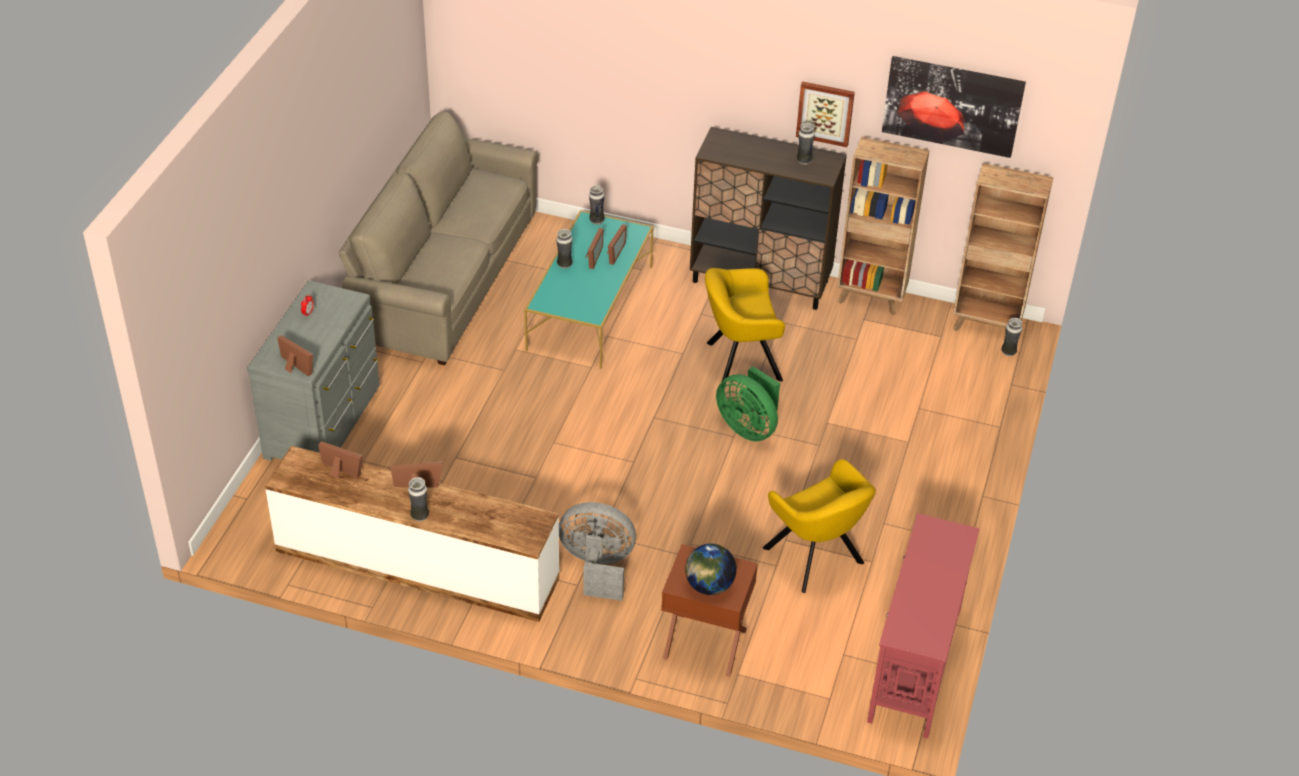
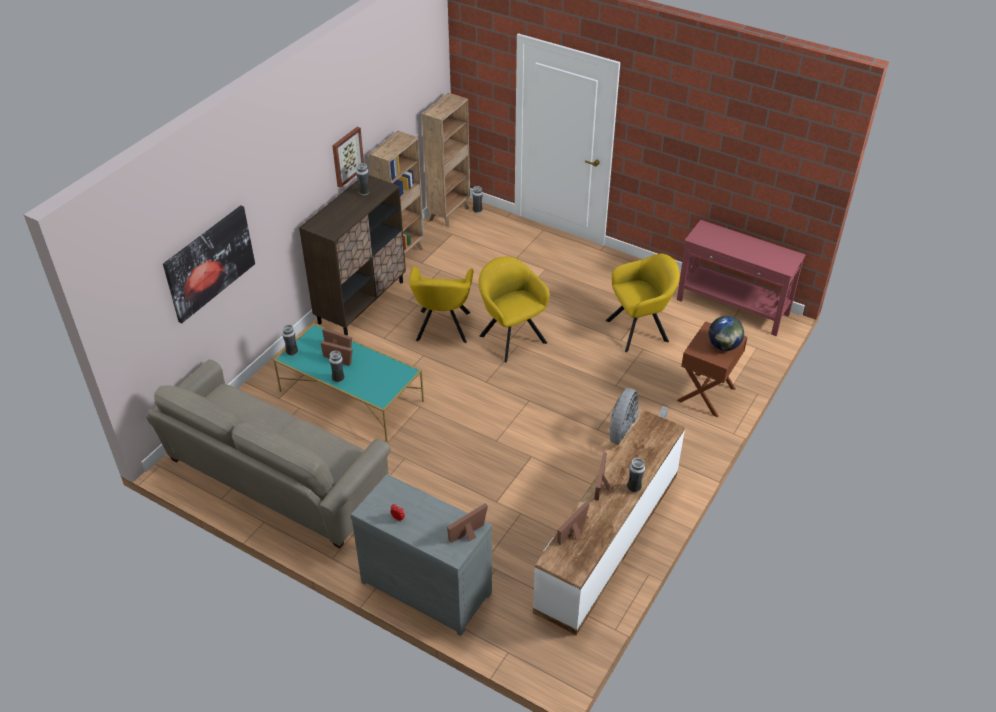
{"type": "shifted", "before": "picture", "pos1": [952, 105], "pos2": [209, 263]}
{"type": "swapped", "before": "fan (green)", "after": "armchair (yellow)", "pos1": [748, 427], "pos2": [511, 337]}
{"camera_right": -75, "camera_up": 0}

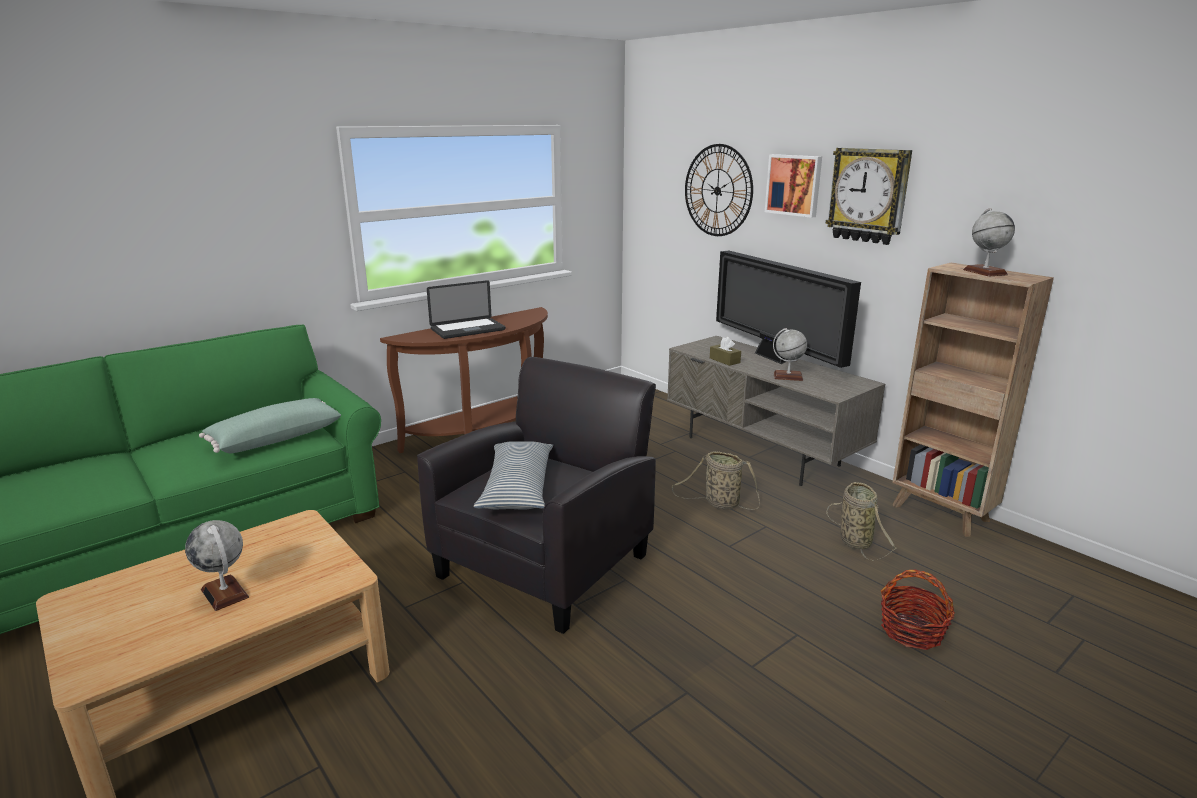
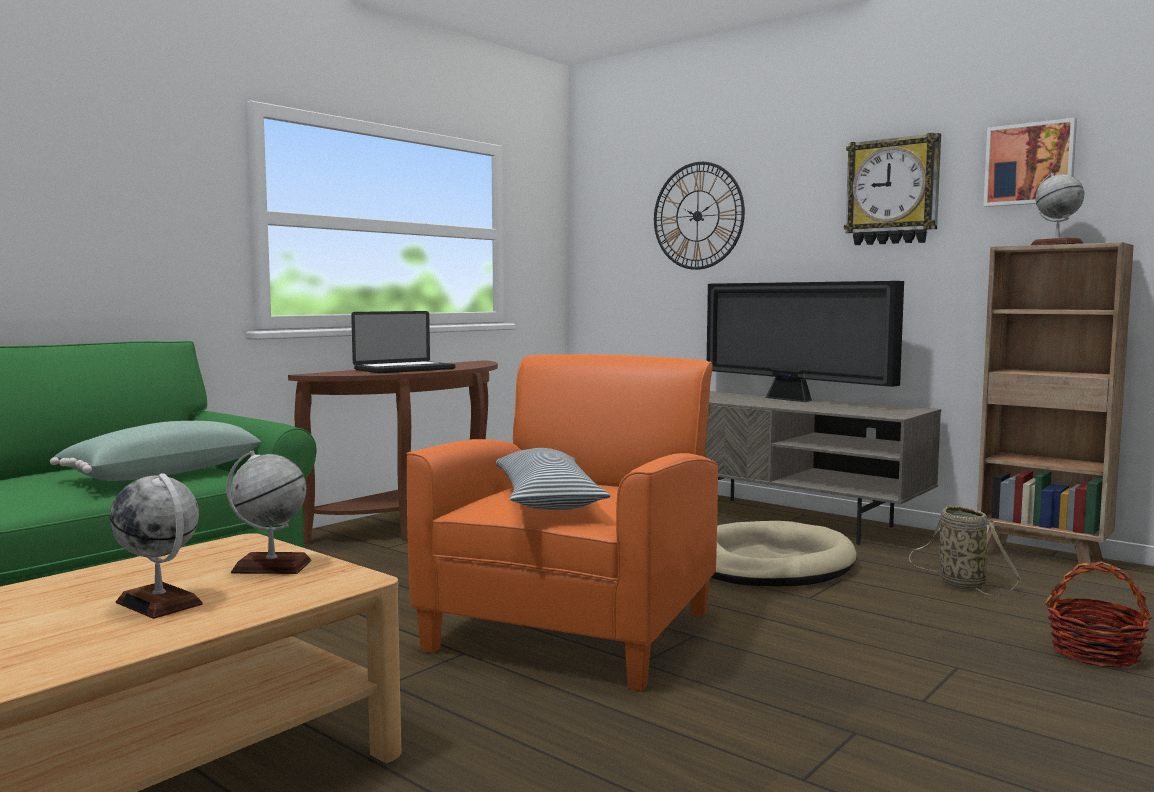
{"type": "gone", "before": "tissue box (brown)", "pos1": [724, 360]}
{"type": "shifted", "before": "picture", "pos1": [794, 185], "pos2": [1030, 164]}
{"type": "shifted", "before": "globe", "pos1": [788, 376], "pos2": [271, 566]}
{"type": "swapped", "before": "basket", "after": "dog bed (beige)", "pos1": [719, 503], "pos2": [769, 564]}
{"type": "repainted", "before": "armchair (black)", "after": "armchair (orange)", "pos1": [546, 564], "pos2": [574, 629]}
{"camera_right": -10, "camera_up": -15}

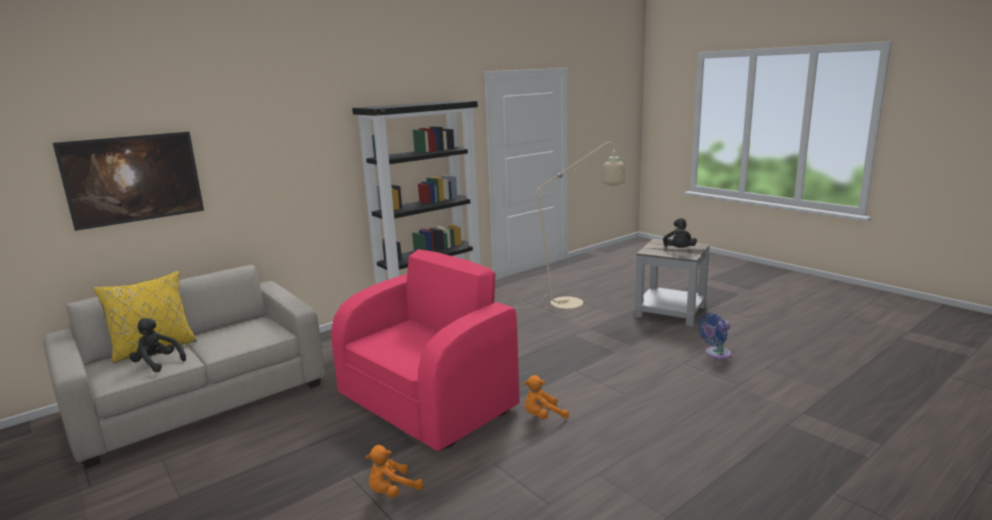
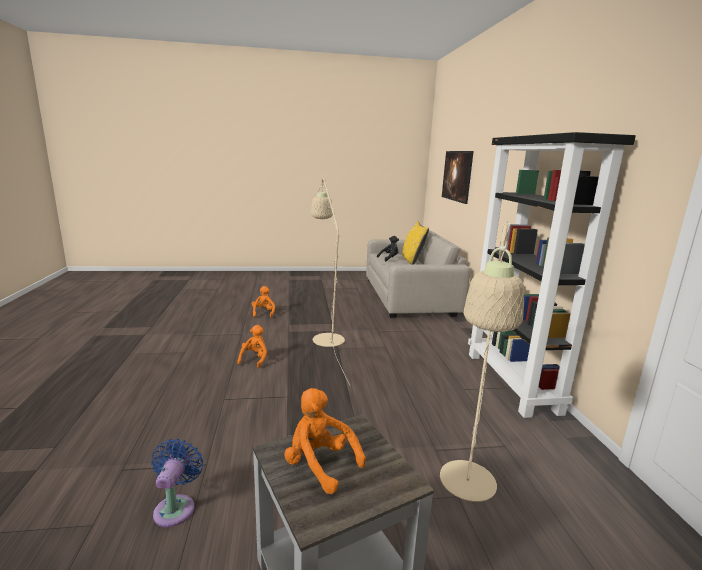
{"type": "swapped", "before": "armchair (pink)", "after": "floor lamp (beige)", "pos1": [428, 402], "pos2": [326, 336]}
{"type": "repainted", "before": "plush toy (black)", "after": "plush toy (orange)", "pos1": [679, 250], "pos2": [320, 465]}
{"camera_right": 120, "camera_up": 0}

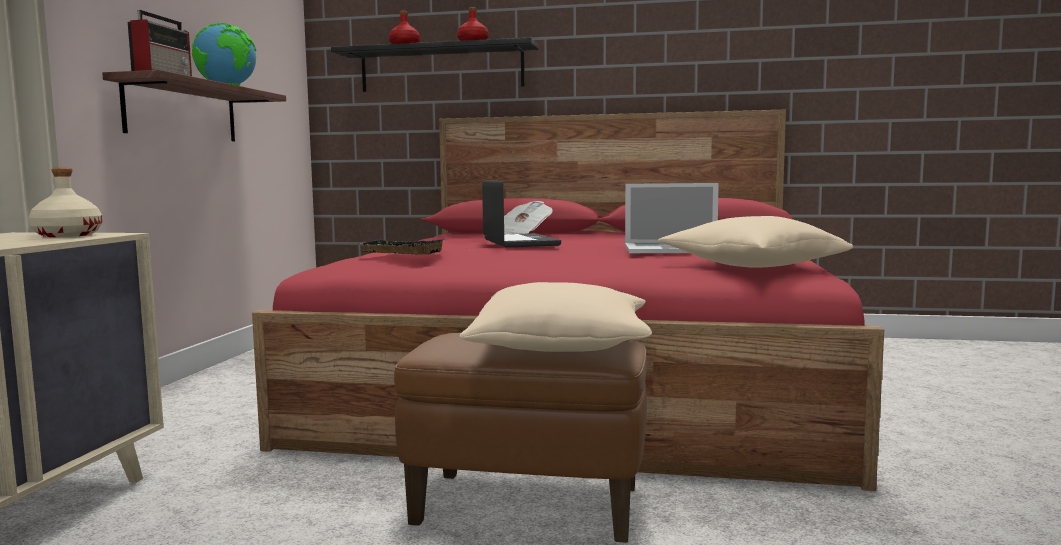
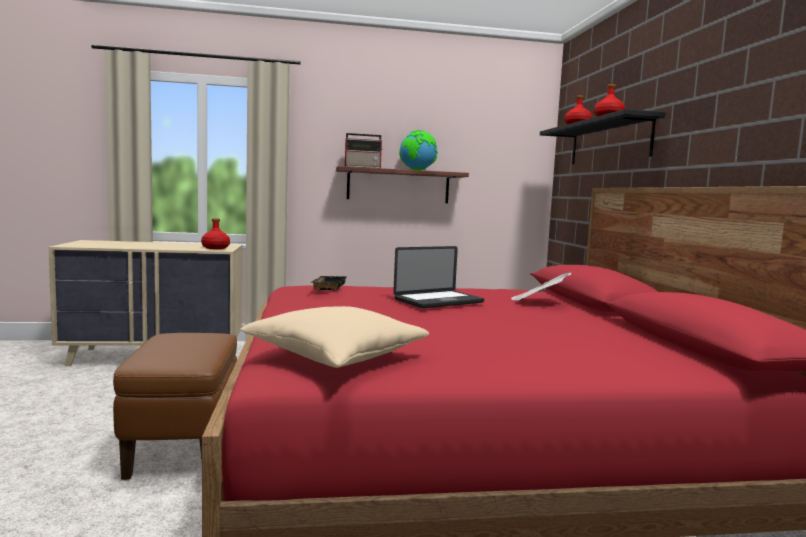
{"type": "gone", "before": "pillow (beige)", "pos1": [561, 346]}
{"type": "gone", "before": "laptop", "pos1": [674, 249]}
{"type": "repainted", "before": "bottle (beige)", "after": "bottle (red)", "pos1": [67, 235], "pos2": [215, 248]}
{"camera_right": 70, "camera_up": 0}

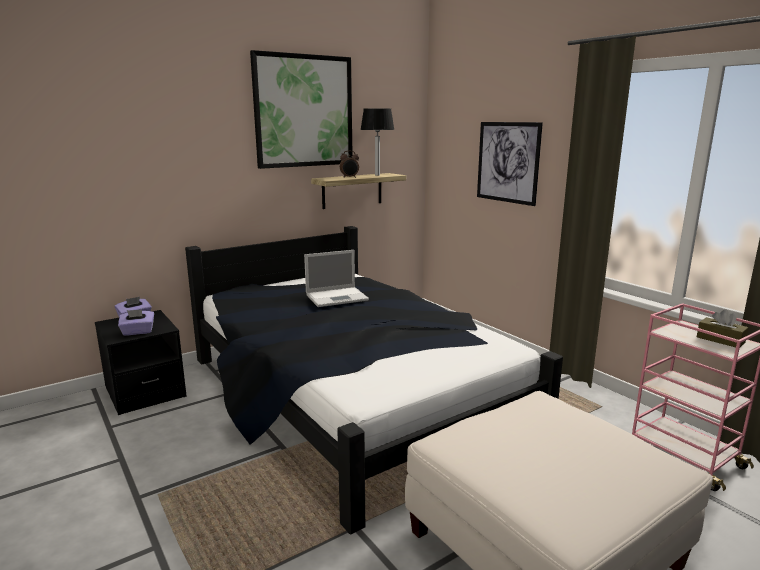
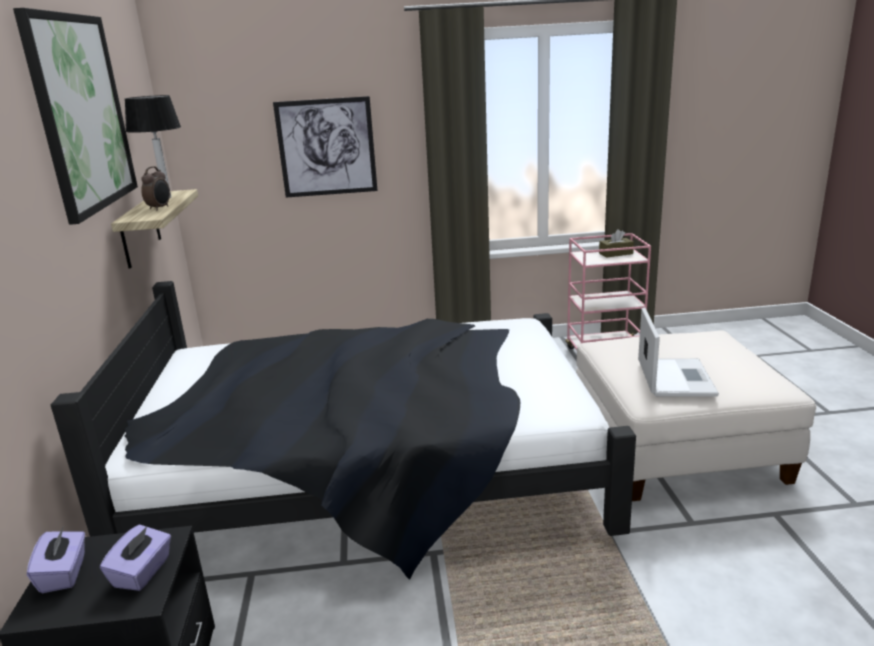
{"type": "shifted", "before": "laptop", "pos1": [338, 297], "pos2": [674, 377]}
{"camera_right": -60, "camera_up": 5}

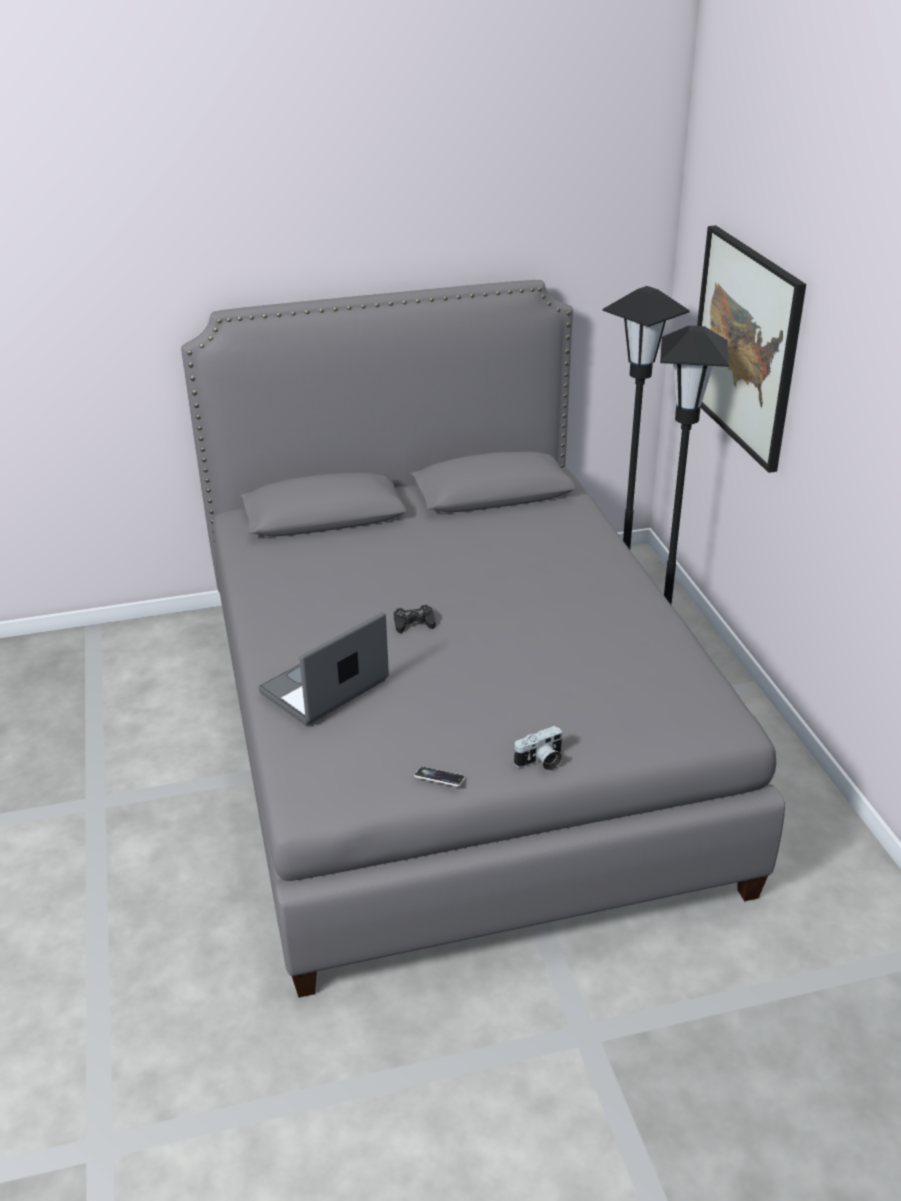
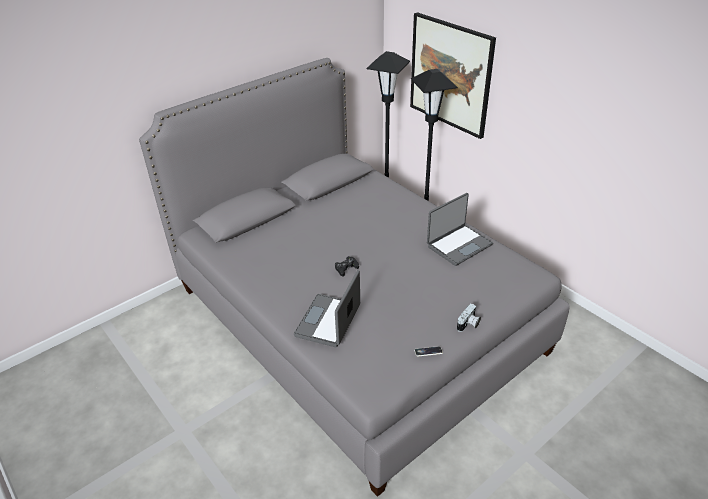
{"type": "new", "after": "laptop", "pos2": [458, 245]}
{"camera_right": -25, "camera_up": 5}

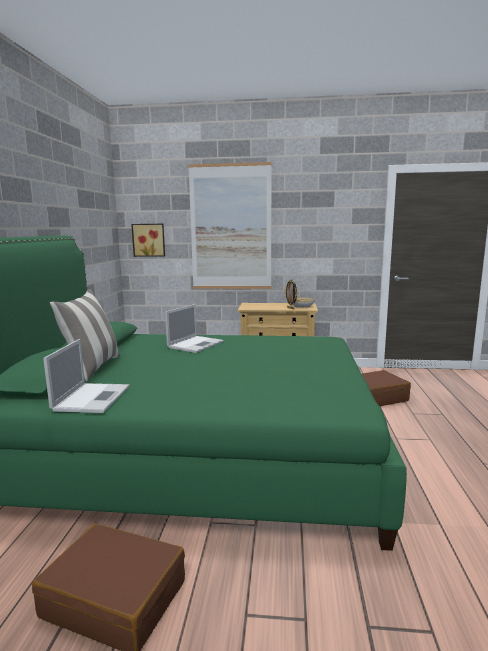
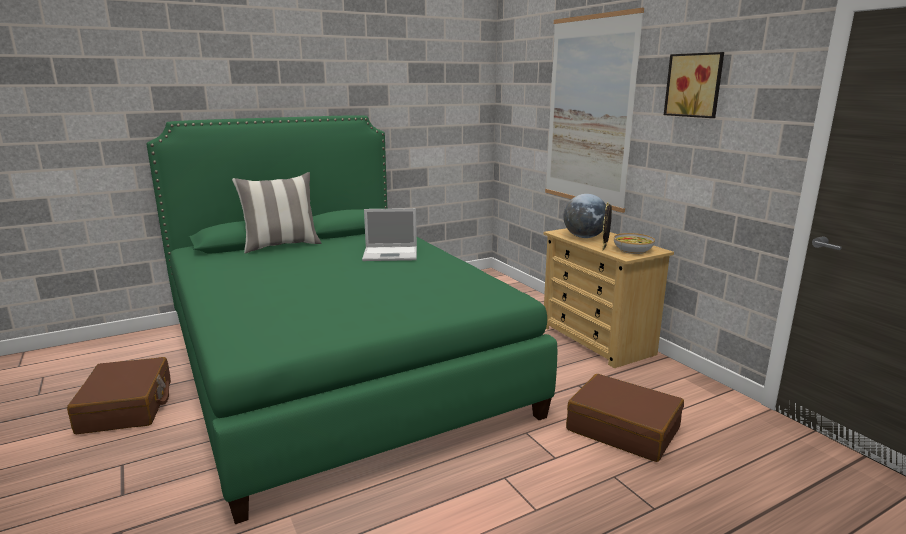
{"type": "gone", "before": "laptop", "pos1": [92, 397]}
{"type": "new", "after": "globe", "pos2": [584, 237]}
{"type": "shifted", "before": "picture", "pos1": [149, 240], "pos2": [695, 85]}
{"camera_right": 55, "camera_up": 5}

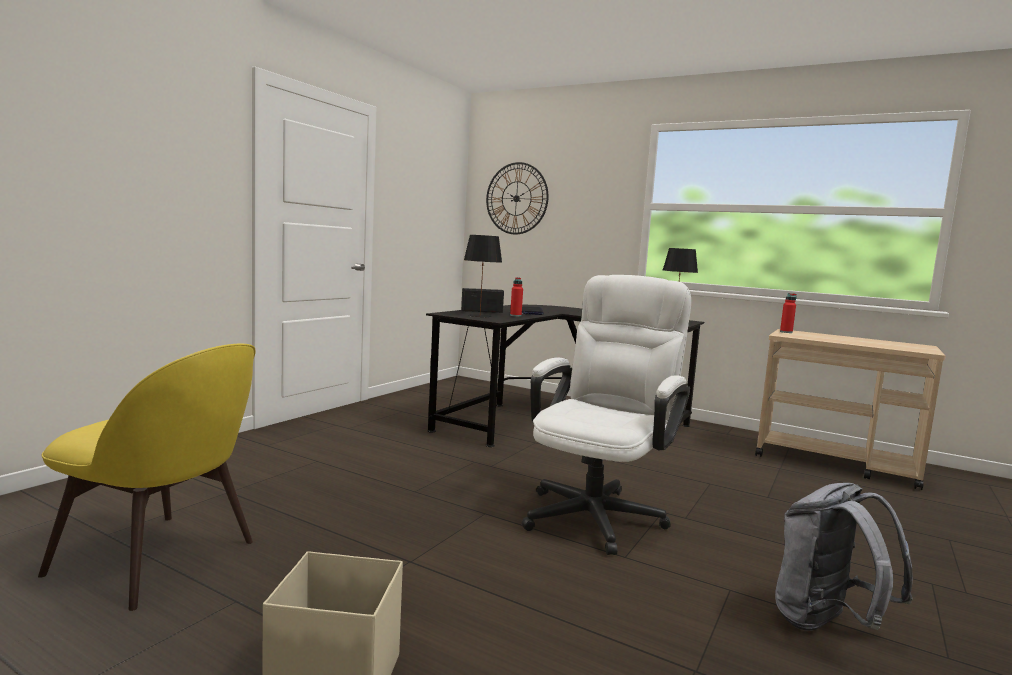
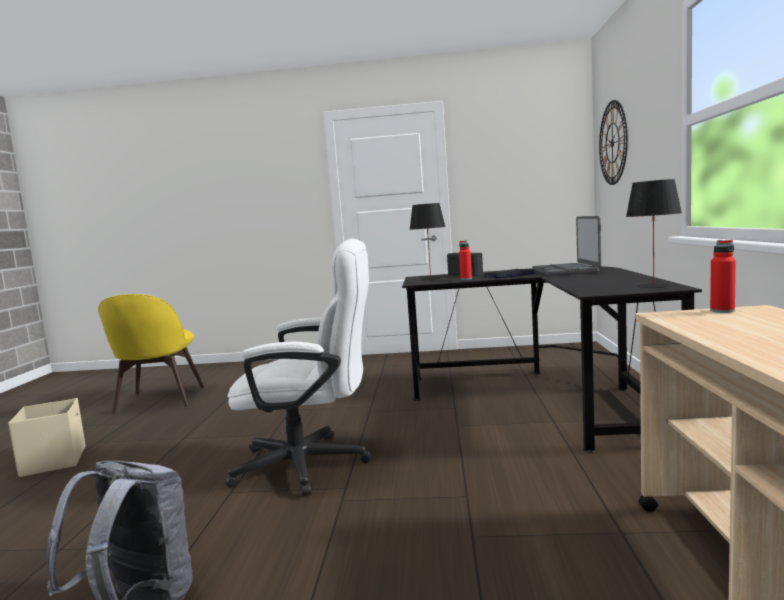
{"type": "new", "after": "laptop", "pos2": [565, 271]}
{"camera_right": 65, "camera_up": 0}

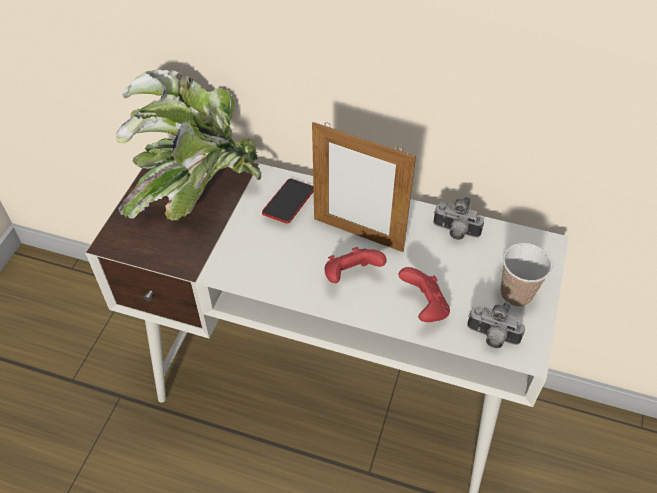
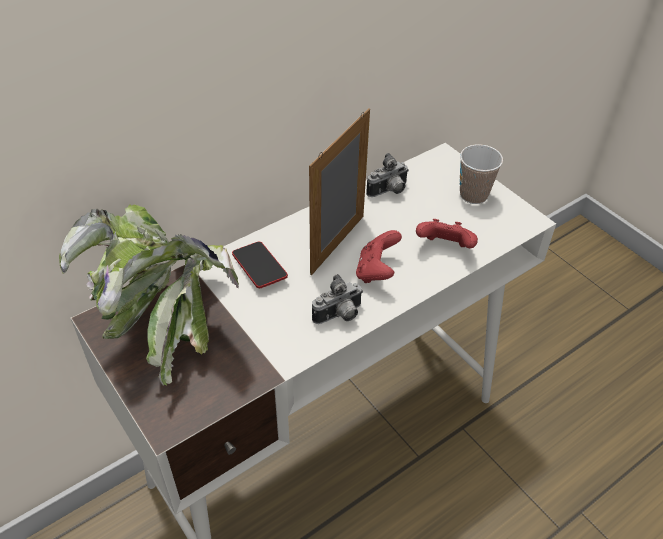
{"type": "shifted", "before": "photo camera", "pos1": [491, 337], "pos2": [339, 316]}
{"type": "rotated", "before": "picture frame", "pos1": [358, 234], "pos2": [338, 244], "turn": 150}
{"camera_right": -55, "camera_up": -5}

